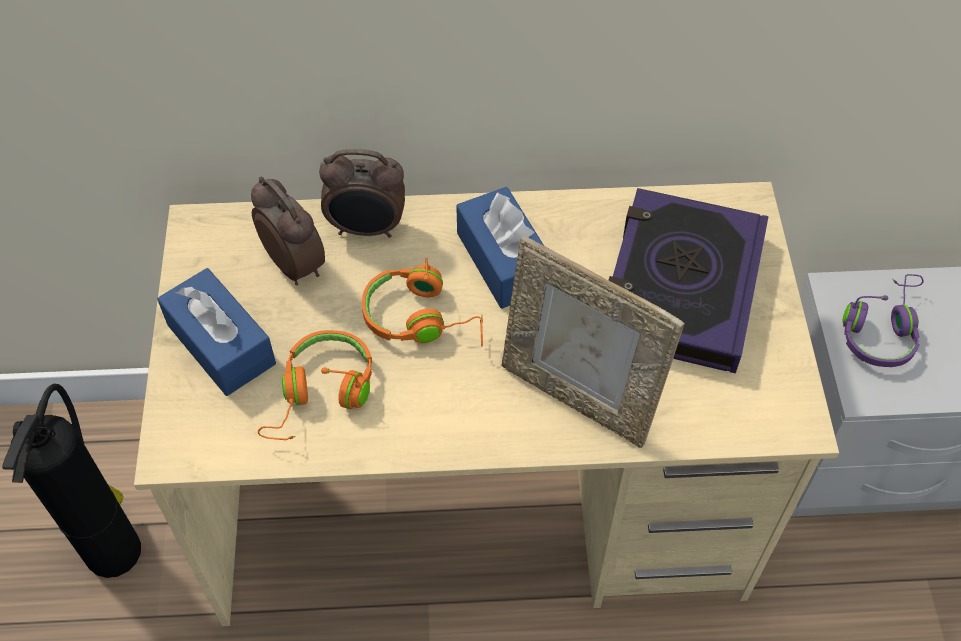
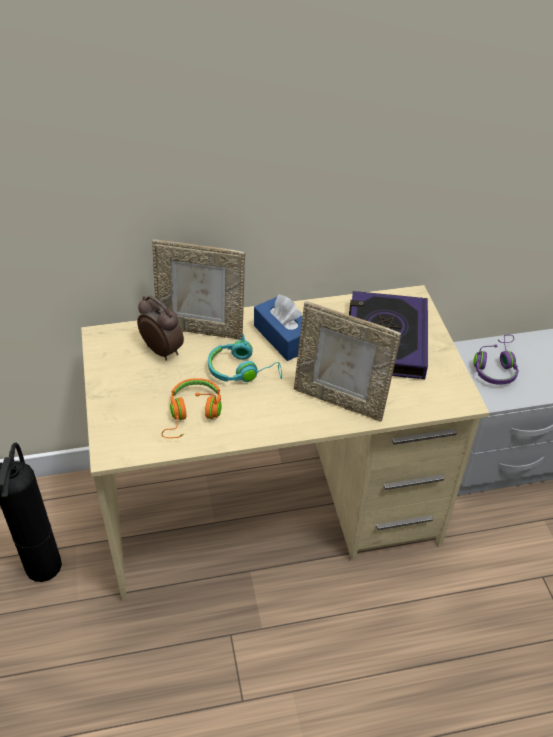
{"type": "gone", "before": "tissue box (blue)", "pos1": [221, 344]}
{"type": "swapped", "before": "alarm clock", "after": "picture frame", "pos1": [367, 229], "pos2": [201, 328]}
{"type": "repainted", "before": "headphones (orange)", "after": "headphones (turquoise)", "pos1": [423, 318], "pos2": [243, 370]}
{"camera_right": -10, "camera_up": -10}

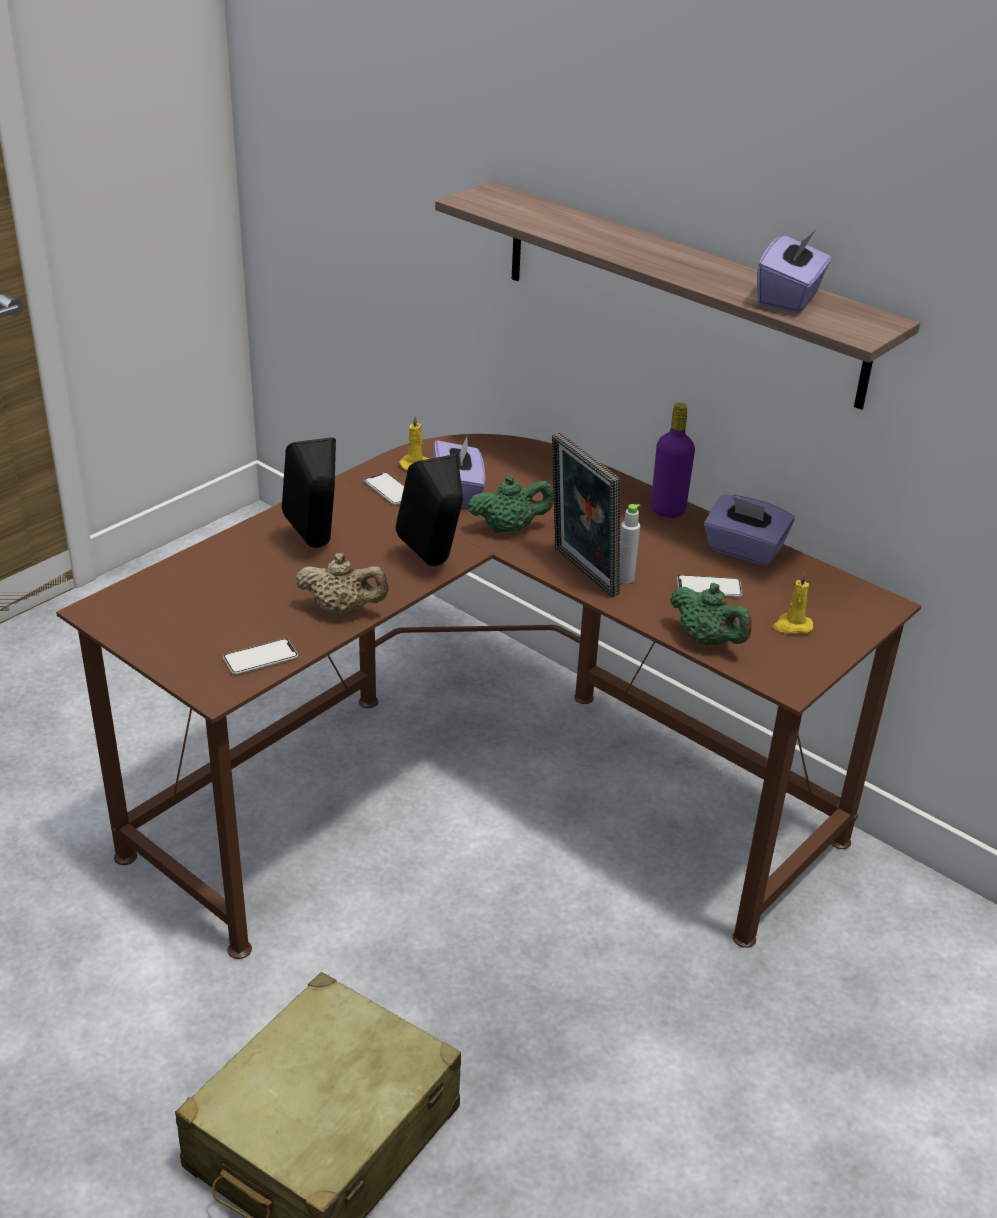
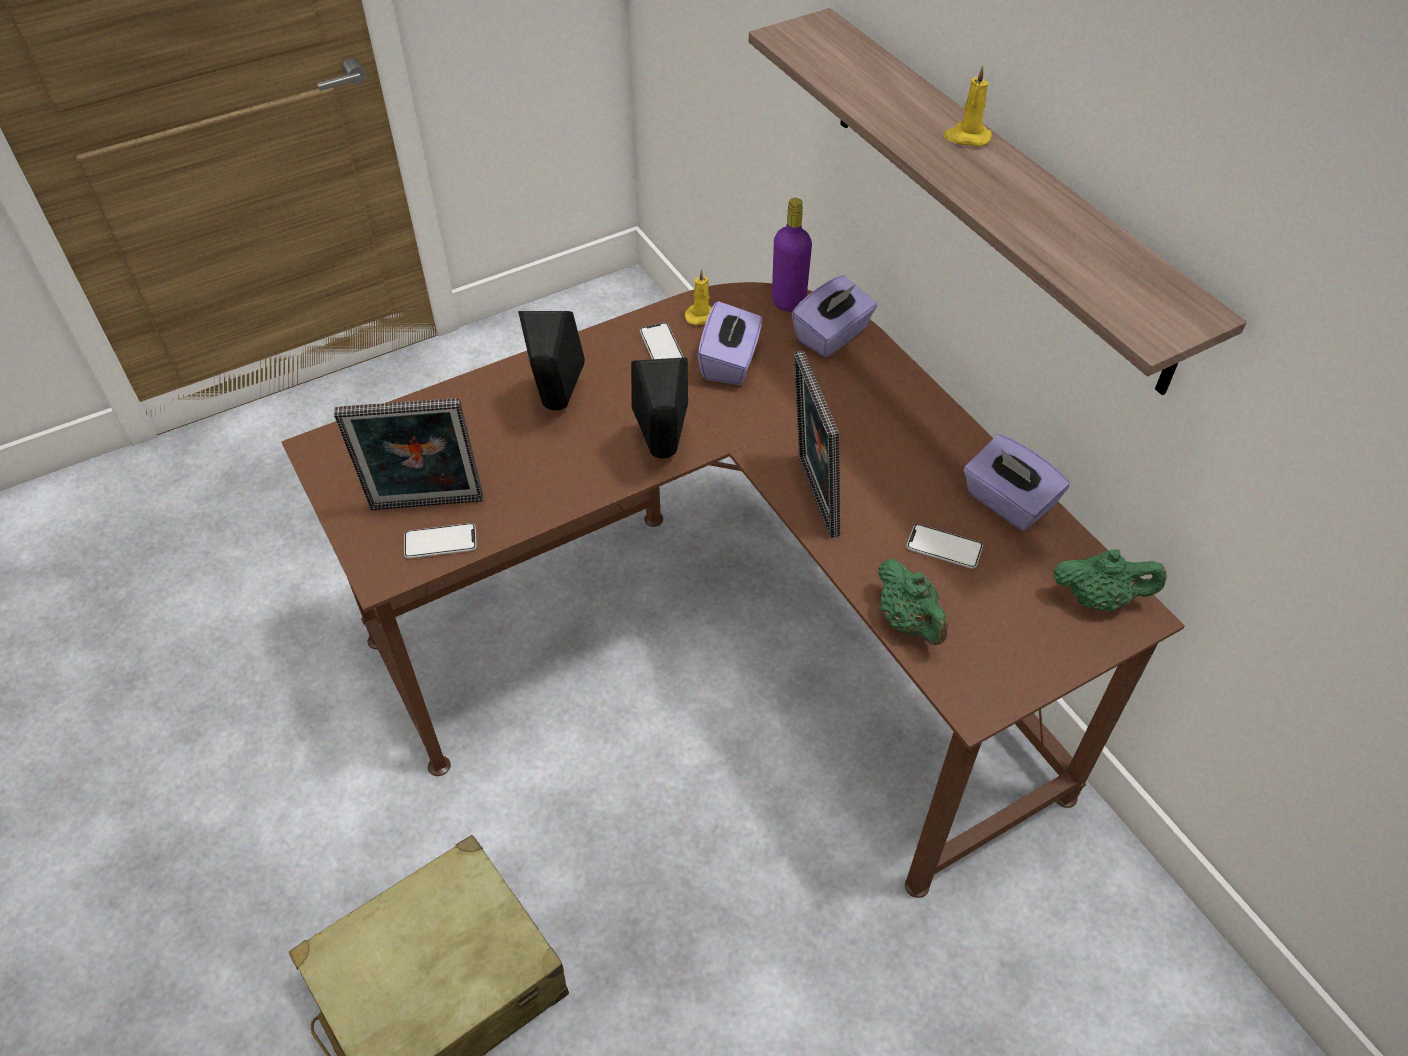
{"type": "gone", "before": "teapot (beige)", "pos1": [343, 610]}
{"type": "gone", "before": "bottle (grey)", "pos1": [625, 578]}
{"type": "new", "after": "picture frame", "pos2": [427, 507]}
{"type": "shifted", "before": "teapot (green)", "pos1": [509, 528], "pos2": [1098, 599]}
{"type": "shifted", "before": "bottle (purple)", "pos1": [667, 510], "pos2": [788, 302]}
{"type": "shifted", "before": "tissue box (purple)", "pos1": [789, 298], "pos2": [832, 335]}
{"type": "shifted", "before": "candle (yellow)", "pos1": [792, 626], "pos2": [966, 137]}
{"camera_right": 20, "camera_up": 15}

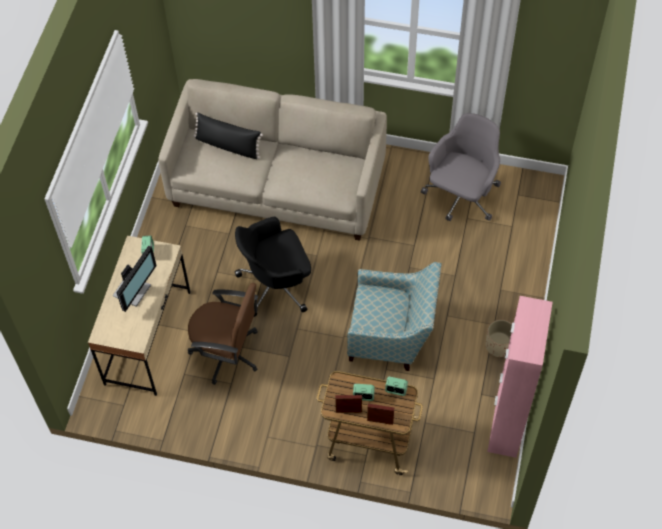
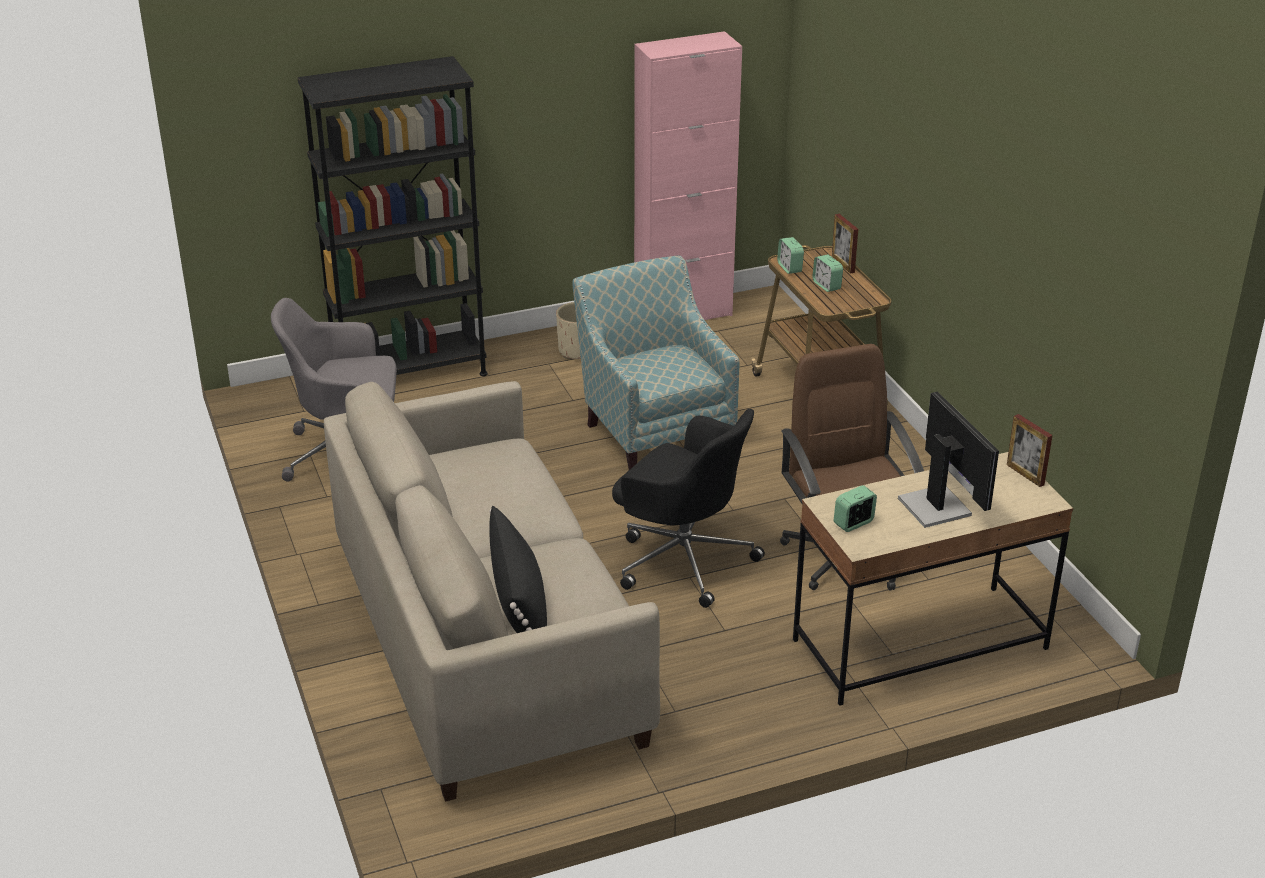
{"type": "new", "after": "bookcase (black)", "pos2": [409, 373]}
{"type": "shifted", "before": "picture frame", "pos1": [348, 411], "pos2": [1025, 475]}
{"type": "rotated", "before": "monitor", "pos1": [133, 291], "pos2": [936, 505], "turn": 75}
{"camera_right": -125, "camera_up": -25}

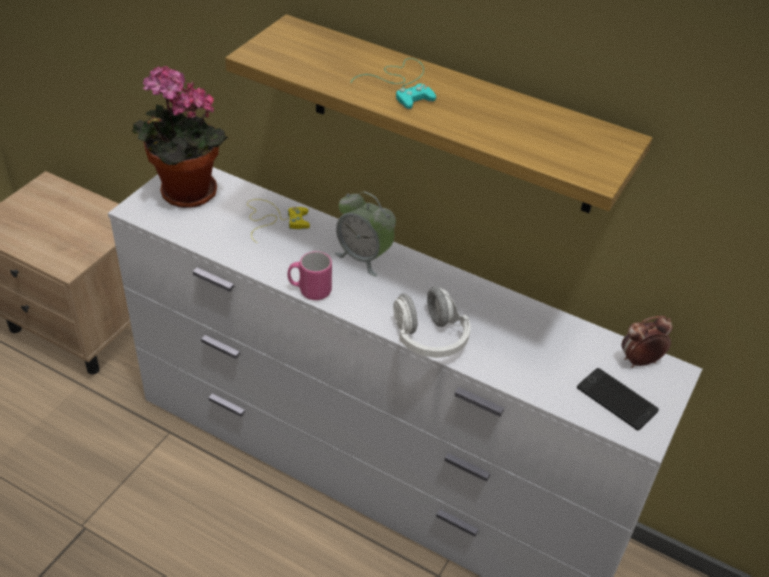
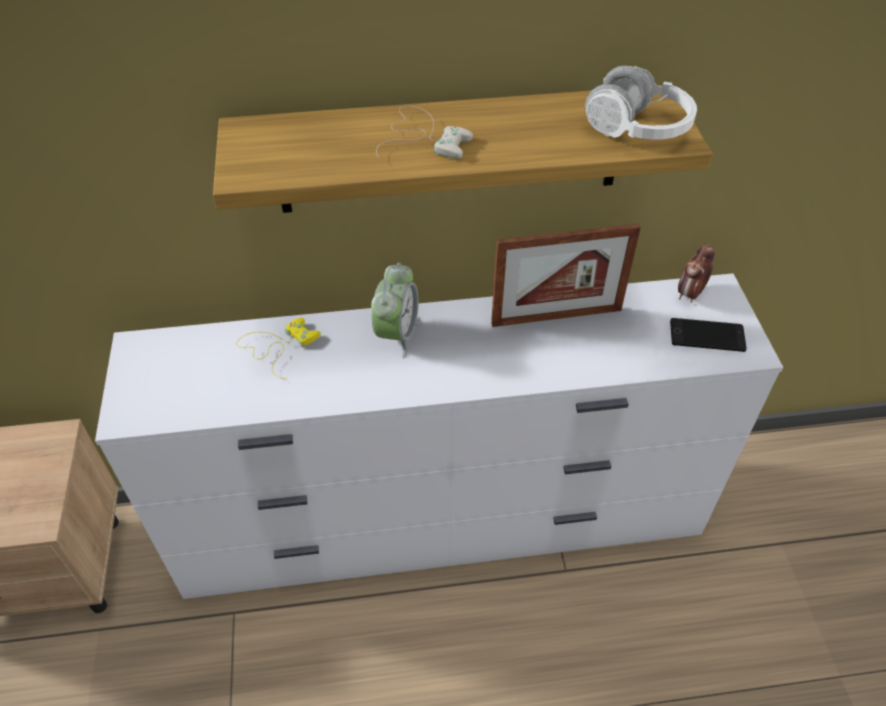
{"type": "gone", "before": "potted plant", "pos1": [184, 194]}
{"type": "gone", "before": "mug (pink)", "pos1": [309, 290]}
{"type": "new", "after": "picture frame", "pos2": [556, 316]}
{"type": "shifted", "before": "headphones (white)", "pos1": [429, 338], "pos2": [636, 129]}
{"type": "repainted", "before": "game controller (turquoise)", "after": "game controller (white)", "pos1": [402, 84], "pos2": [422, 136]}
{"type": "rotated", "before": "alarm clock", "pos1": [364, 257], "pos2": [397, 334], "turn": -75}
{"camera_right": -35, "camera_up": 5}

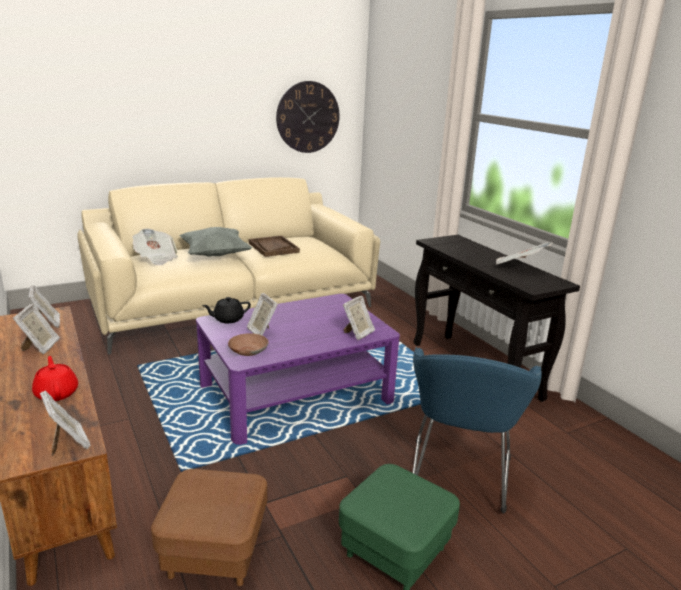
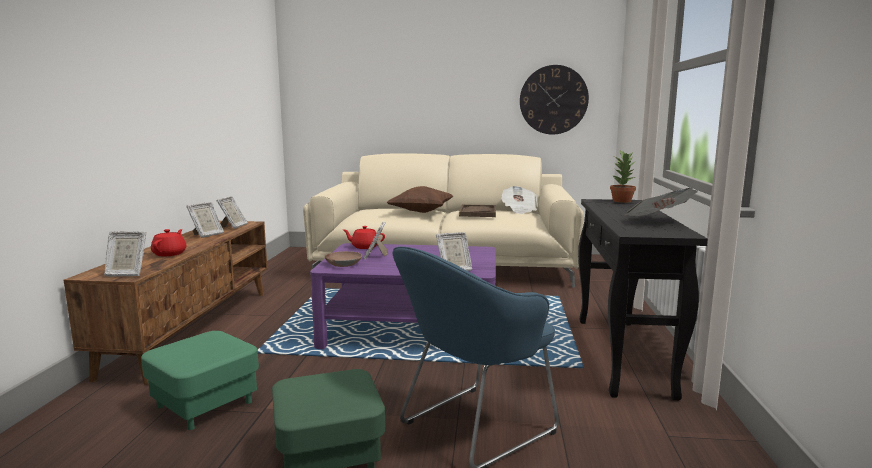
{"type": "new", "after": "potted plant", "pos2": [622, 201]}
{"type": "shifted", "before": "newspaper", "pos1": [156, 258], "pos2": [519, 210]}
{"type": "repainted", "before": "ottoman (brown)", "after": "ottoman (green)", "pos1": [215, 551], "pos2": [205, 404]}
{"type": "repainted", "before": "pillow (grey)", "after": "pillow (brown)", "pos1": [215, 255], "pos2": [421, 212]}
{"type": "repainted", "before": "teapot (black)", "after": "teapot (red)", "pos1": [228, 319], "pos2": [364, 247]}
{"type": "rotated", "before": "picture frame", "pos1": [69, 443], "pos2": [126, 274], "turn": 90}
{"camera_right": 35, "camera_up": -10}

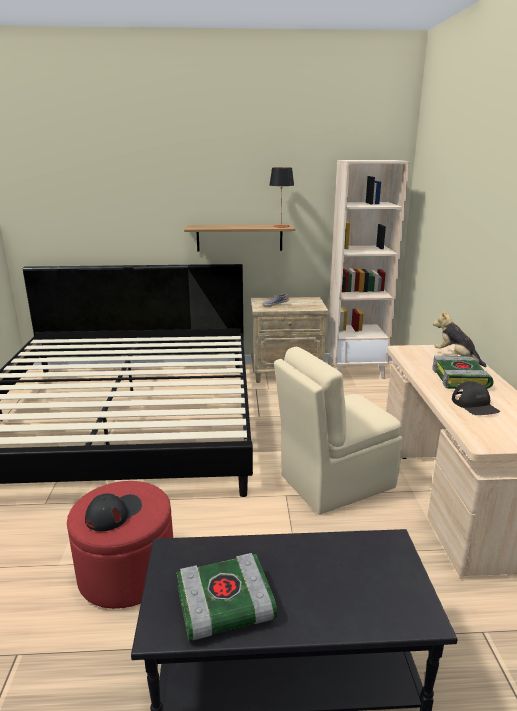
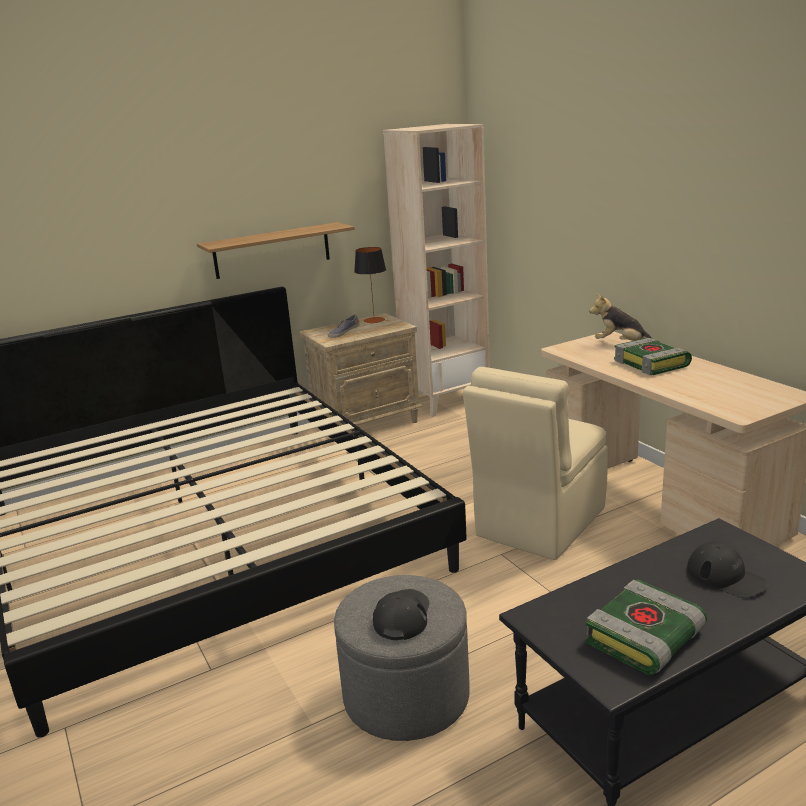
{"type": "shifted", "before": "table lamp", "pos1": [281, 226], "pos2": [374, 320]}
{"type": "shifted", "before": "cap (black)", "pos1": [475, 405], "pos2": [726, 577]}
{"type": "repainted", "before": "ottoman (red)", "after": "ottoman (grey)", "pos1": [127, 572], "pos2": [406, 696]}
{"camera_right": -25, "camera_up": 0}

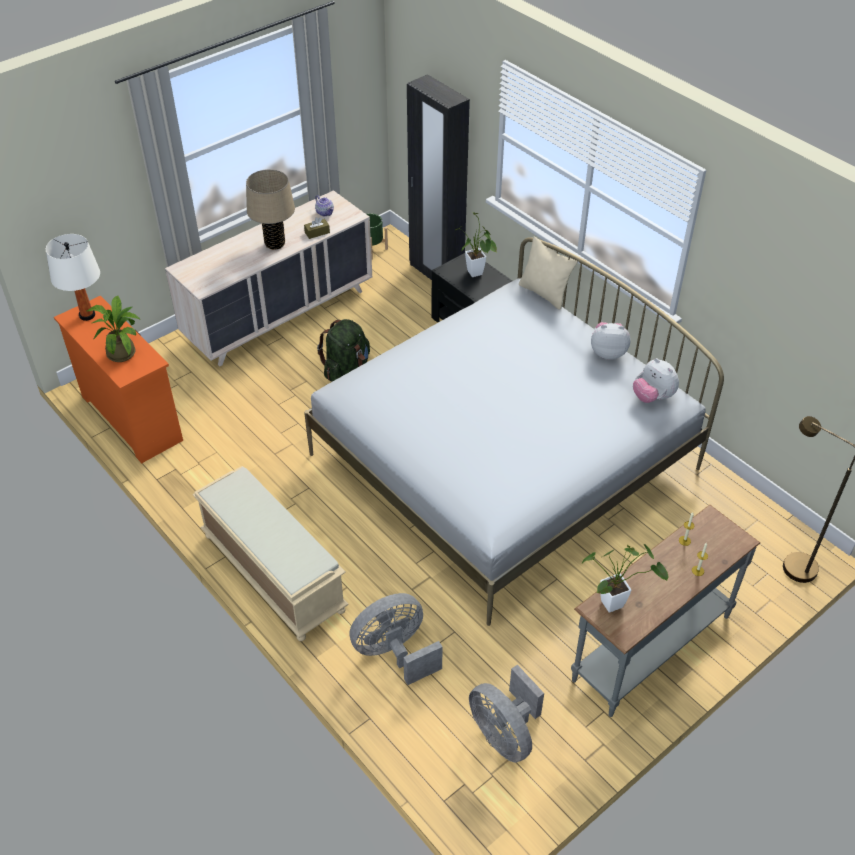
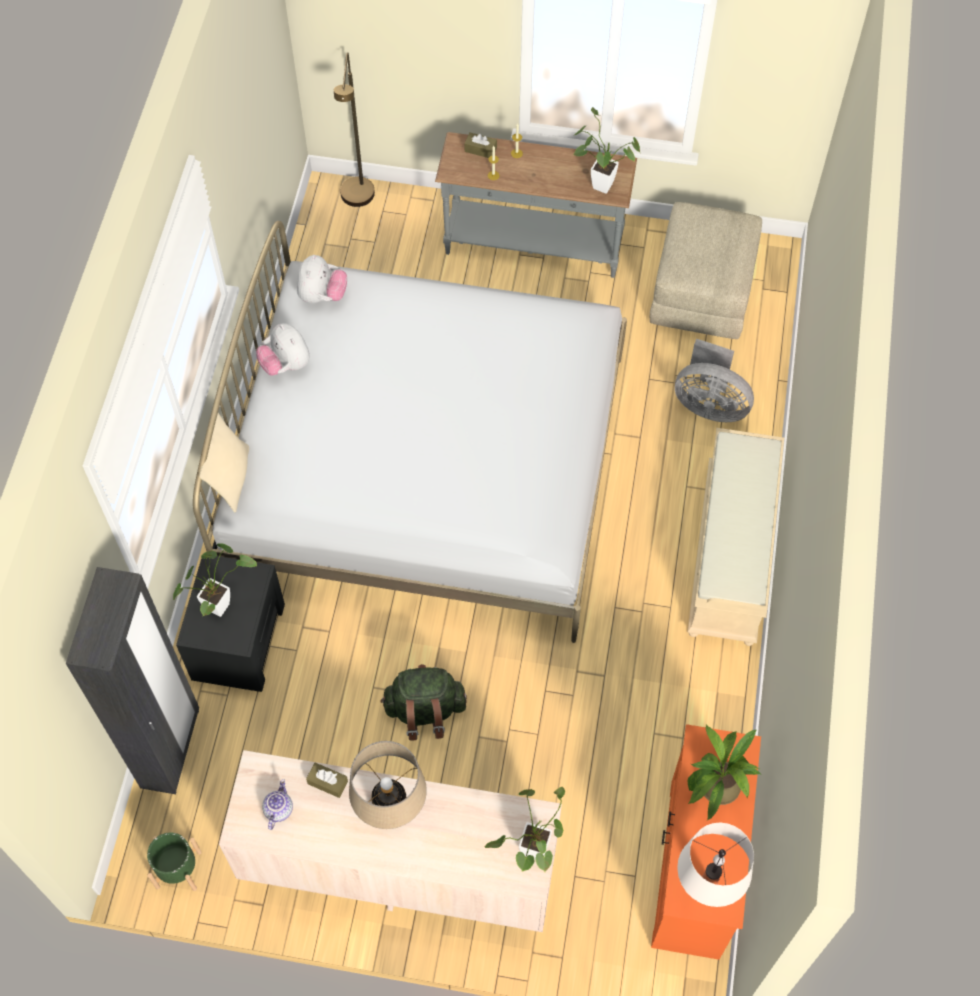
{"type": "new", "after": "tissue box (brown)", "pos2": [480, 149]}
{"type": "new", "after": "potted plant", "pos2": [532, 855]}
{"type": "swapped", "before": "fan (grey)", "after": "ottoman (beige)", "pos1": [504, 734], "pos2": [701, 290]}
{"camera_right": -130, "camera_up": 15}

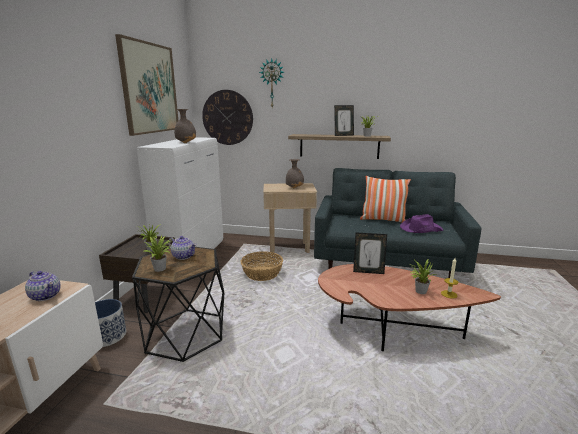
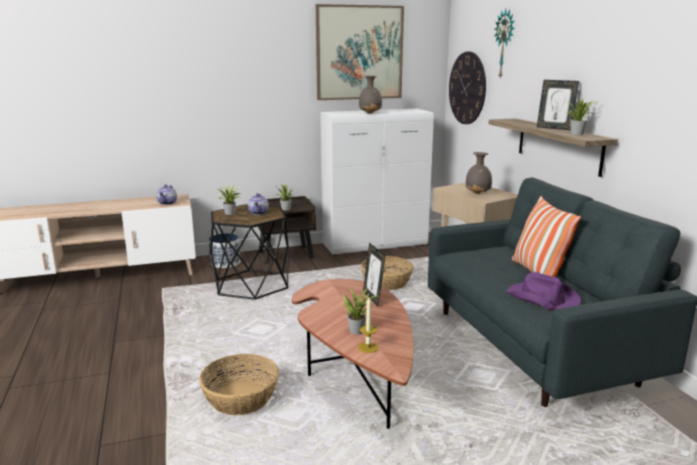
{"type": "new", "after": "basket", "pos2": [241, 398]}
{"camera_right": 60, "camera_up": 0}

